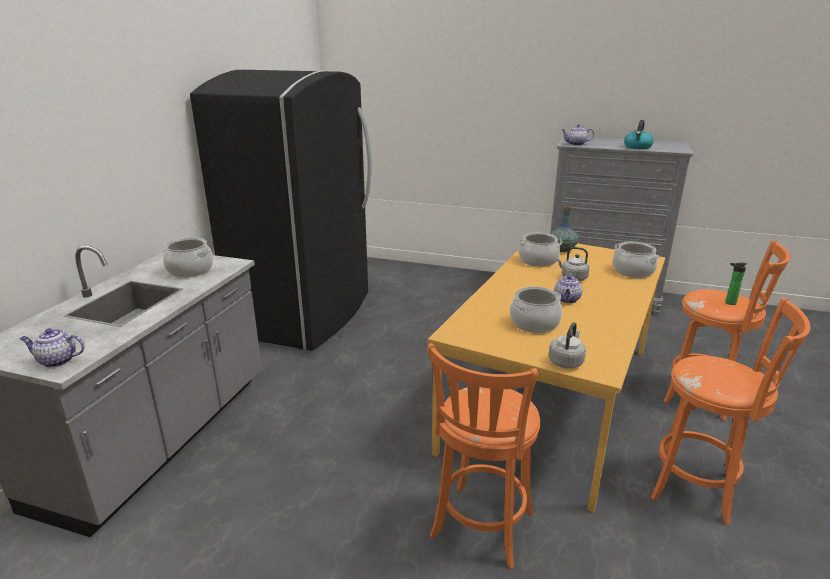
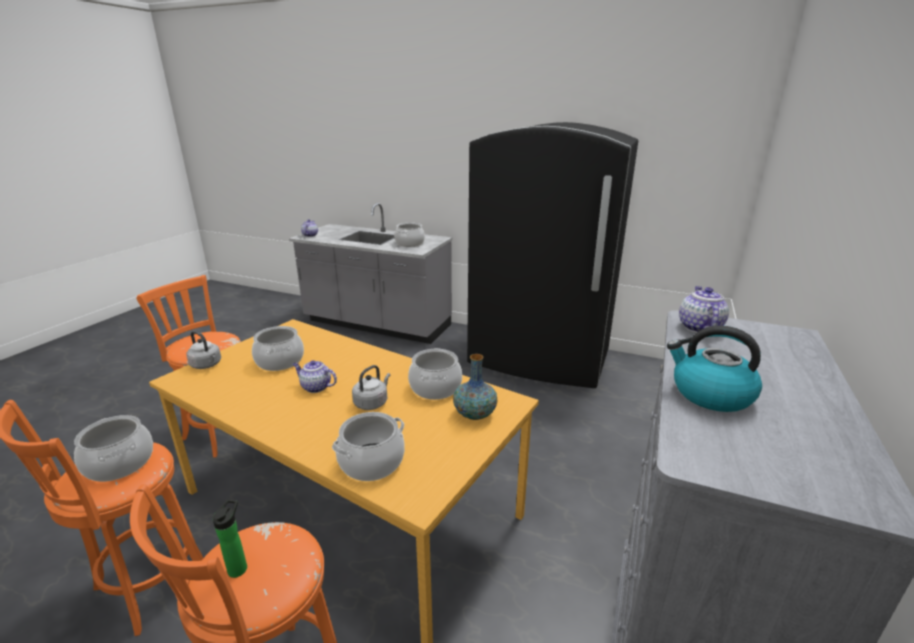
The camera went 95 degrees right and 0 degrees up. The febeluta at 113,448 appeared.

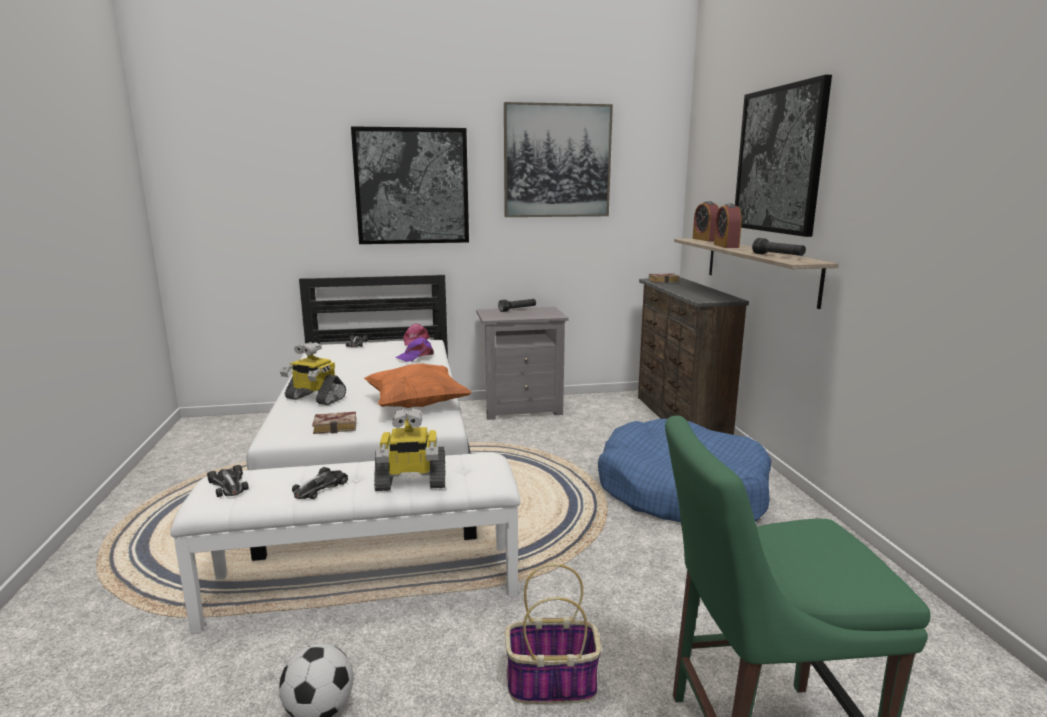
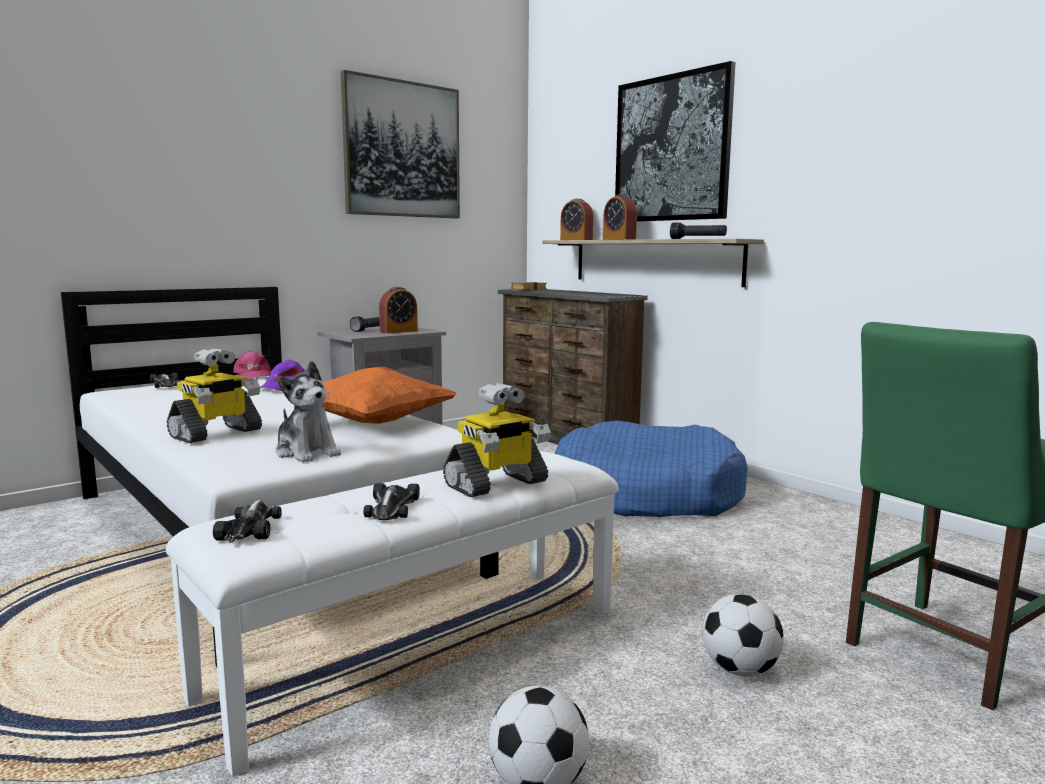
The camera went 30 degrees left and 5 degrees down. The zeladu at 410,185 disappeared. The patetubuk at 398,310 appeared. The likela at 334,423 was replaced by the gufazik at 308,412. The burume at 553,634 was replaced by the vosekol at 743,635. The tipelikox at 228,481 turned 120 degrees counterclockwise. The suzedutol at 313,373 turned 45 degrees counterclockwise.

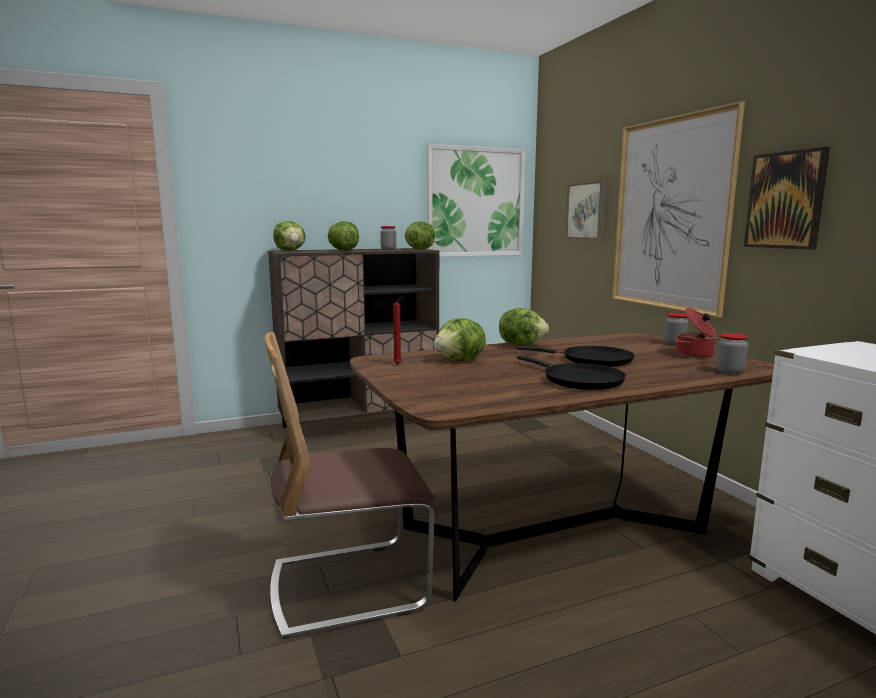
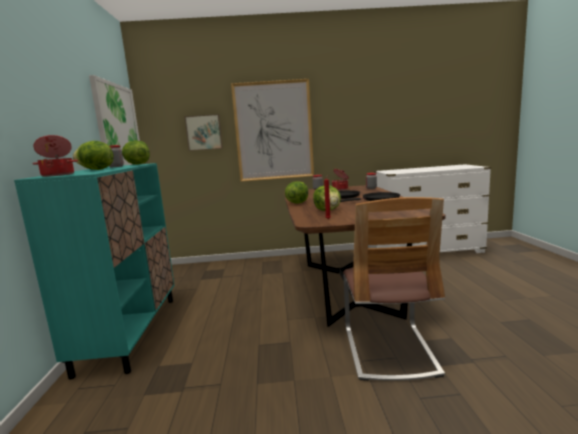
The camera went 70 degrees left and 0 degrees up. The zeladu at 787,198 disappeared. The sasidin at 289,236 was replaced by the febeluta at 55,156. The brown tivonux at 353,338 became the turquoise tivonux at 94,271.

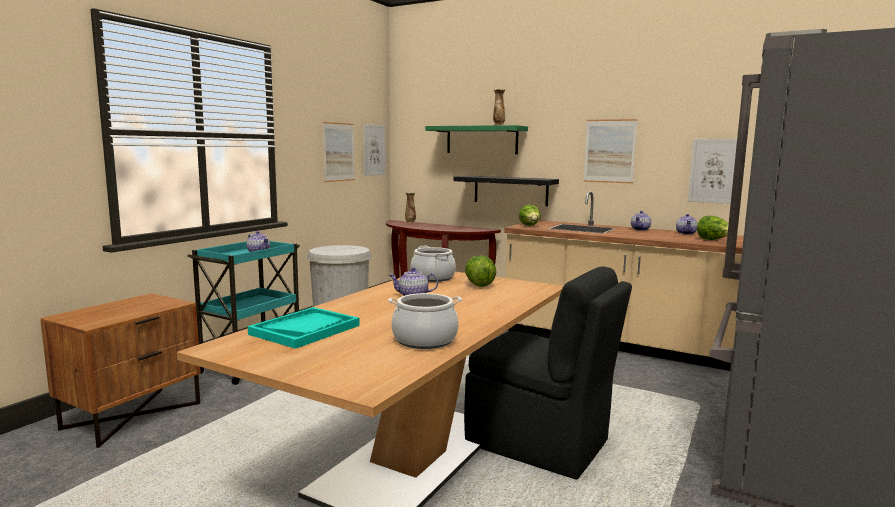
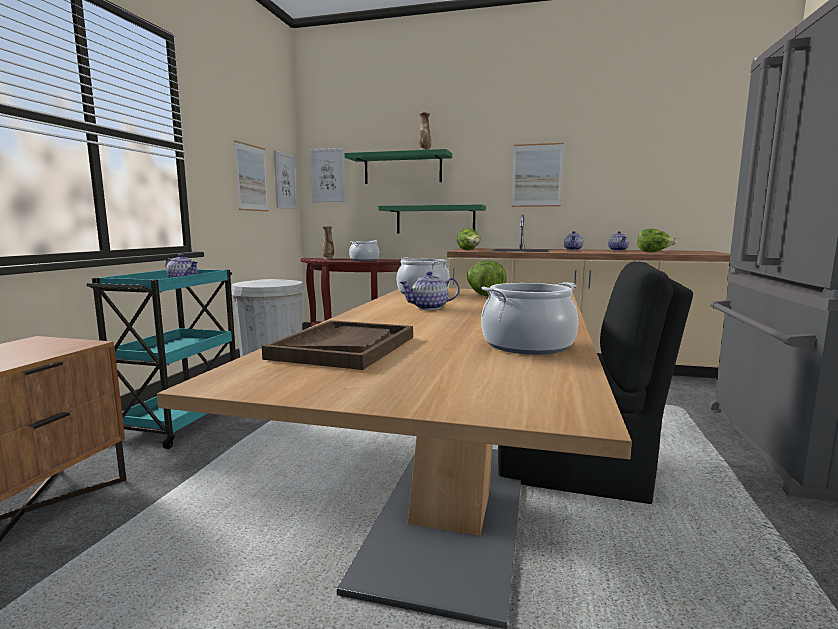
The camera went 15 degrees left and 0 degrees up. The febeluta at 364,250 appeared. The zeladu moved from 712,171 to 327,175. The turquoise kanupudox at 303,328 became the brown kanupudox at 337,345. The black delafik at 506,191 became the green delafik at 432,219.

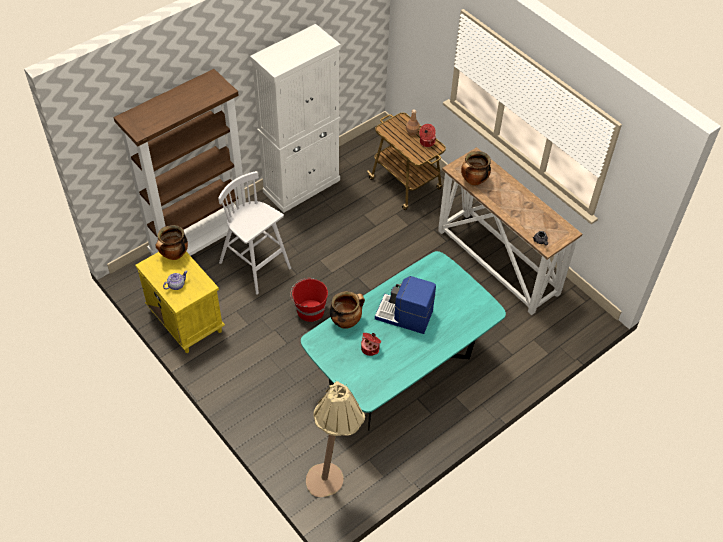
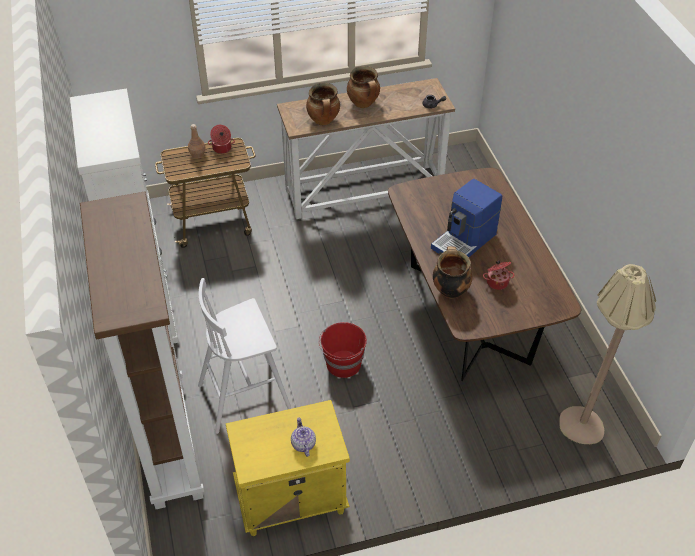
The camera went 65 degrees left and 5 degrees down. The febeluta moved from 172,242 to 363,87. The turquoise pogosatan at 403,341 became the brown pogosatan at 484,274.

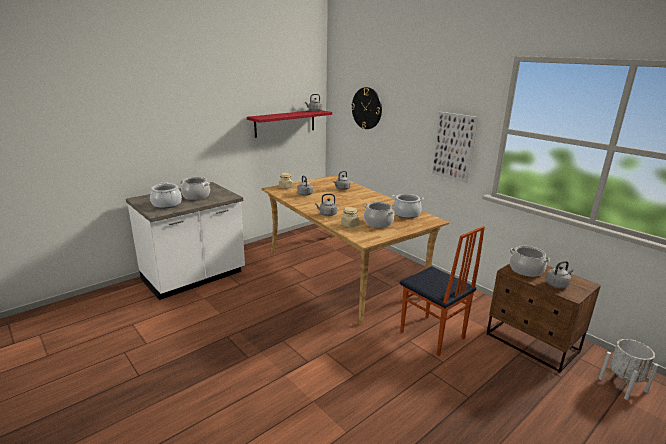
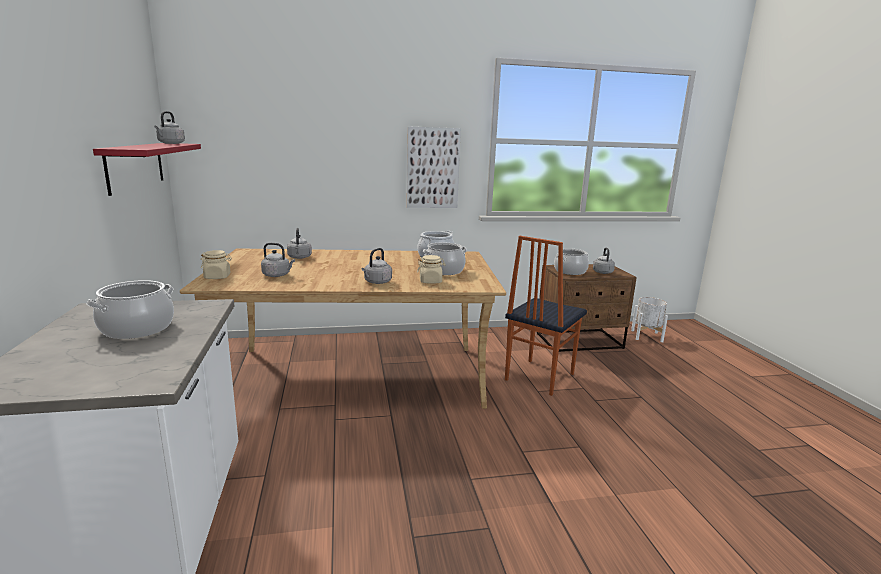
The camera went 60 degrees left and 5 degrees down. The febeluta at 166,195 disappeared. The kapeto at 366,108 disappeared. The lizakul at 442,291 turned 135 degrees clockwise.

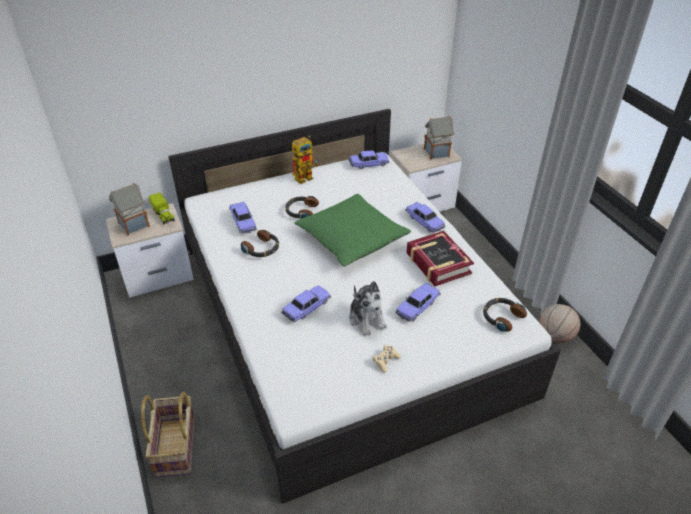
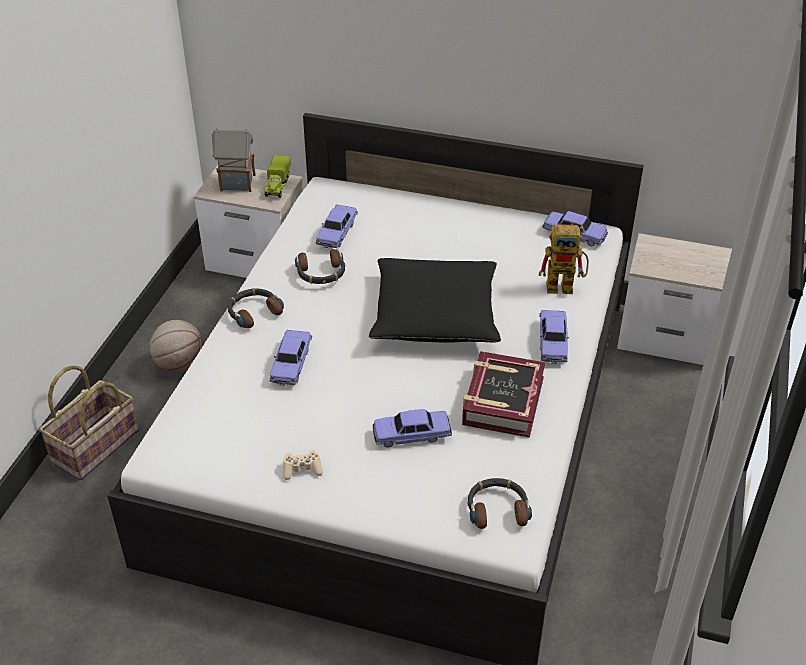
The camera went 40 degrees right and 0 degrees up. The gufazik at 368,308 disappeared. The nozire at 439,137 disappeared. The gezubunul moved from 302,207 to 256,308. The suzedutol moved from 305,160 to 564,259. The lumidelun moved from 559,323 to 177,346. The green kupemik at 352,230 became the black kupemik at 435,300. The tipelikox at 306,304 turned 105 degrees clockwise.

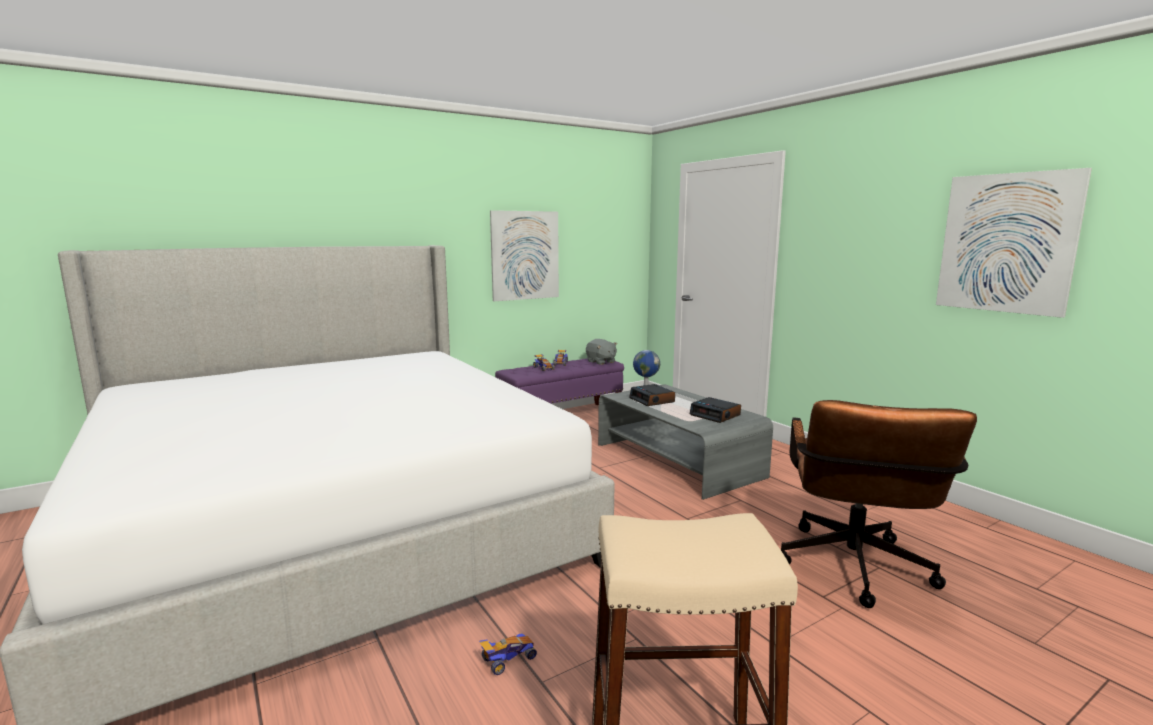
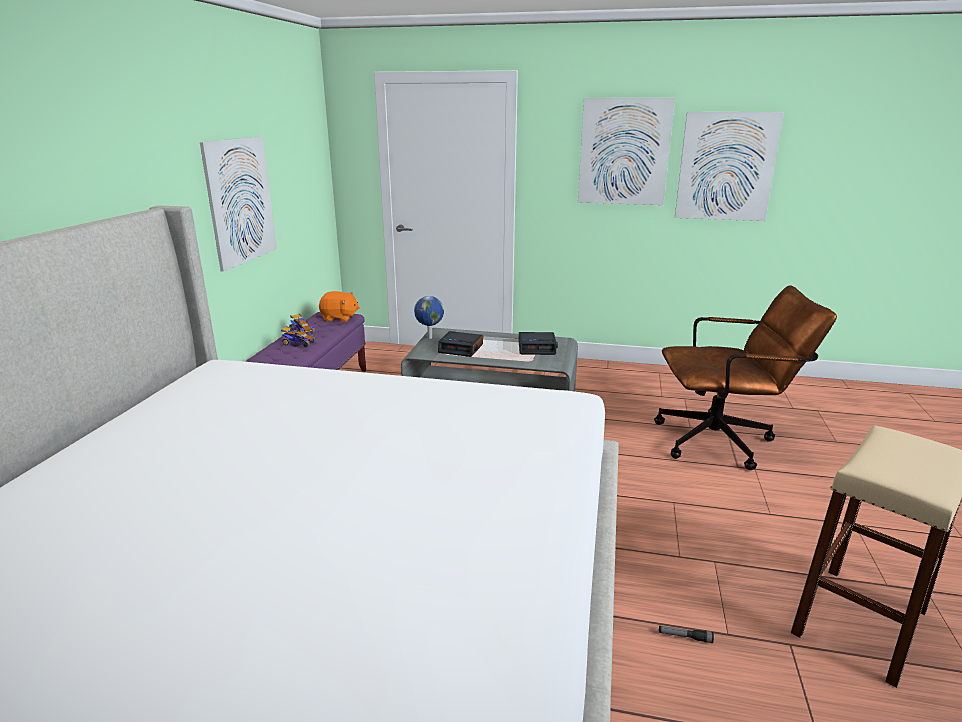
The camera went 45 degrees left and 10 degrees up. The zeladu at 626,151 appeared. The tipelikox at 508,654 was replaced by the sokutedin at 686,634. The grey gufazik at 601,352 became the orange gufazik at 339,306. The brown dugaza at 879,504 turned 60 degrees counterclockwise.

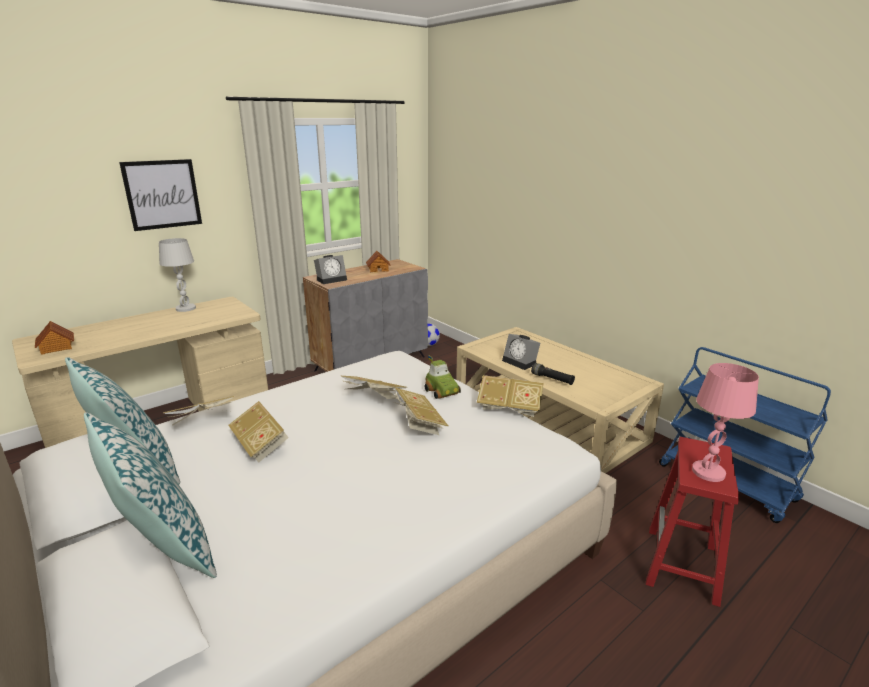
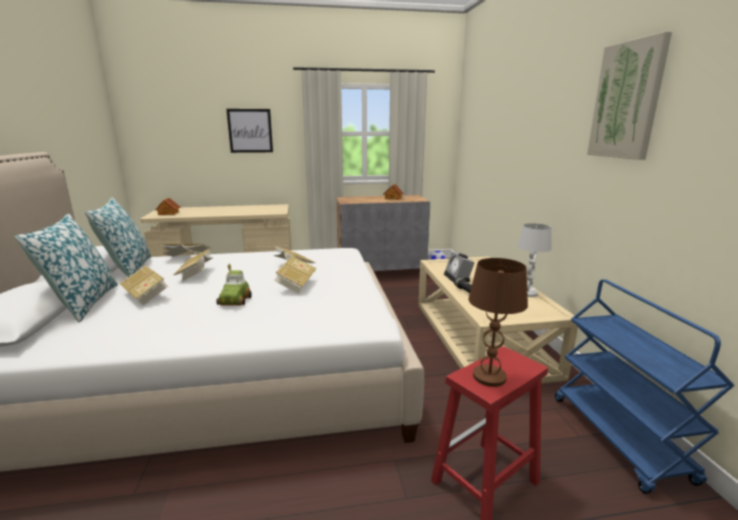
The camera went 30 degrees right and 5 degrees down. The patetubuk at 330,269 disappeared. The zeladu at 629,95 appeared. The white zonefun moved from 177,275 to 534,260. The tipelikox moved from 442,377 to 234,285. The likela moved from 510,396 to 144,285. The pink zonefun at 725,422 became the brown zonefun at 498,322.

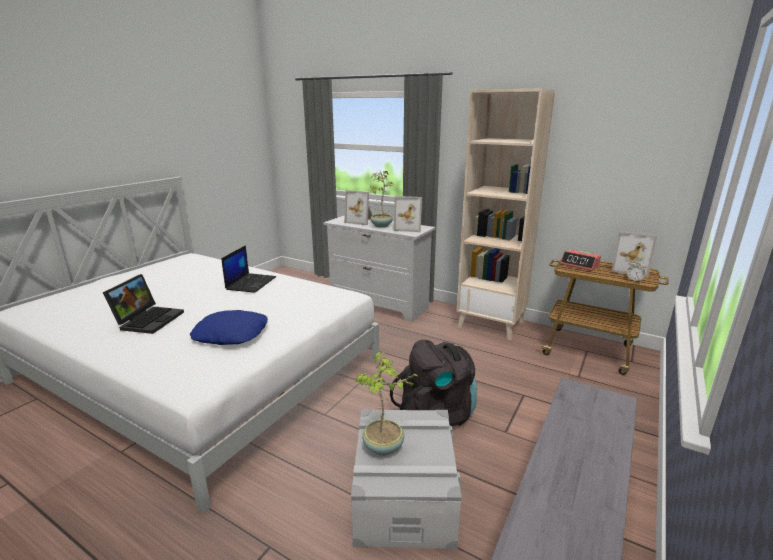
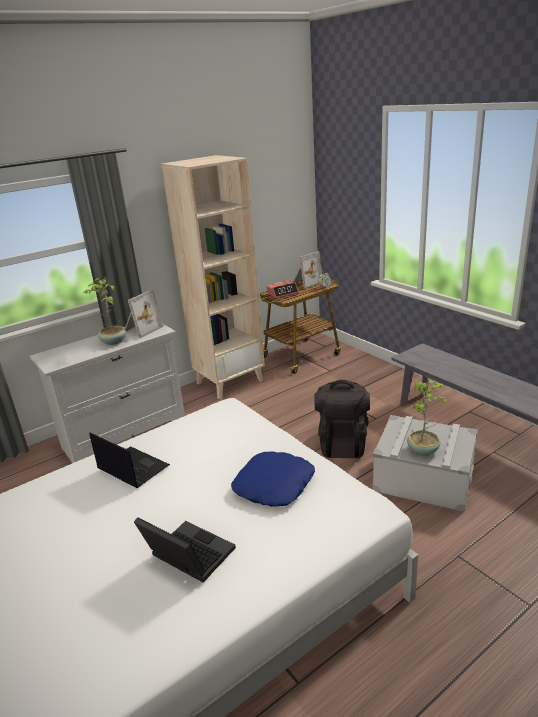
The camera went 65 degrees left and 5 degrees up. The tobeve at 358,207 disappeared.

